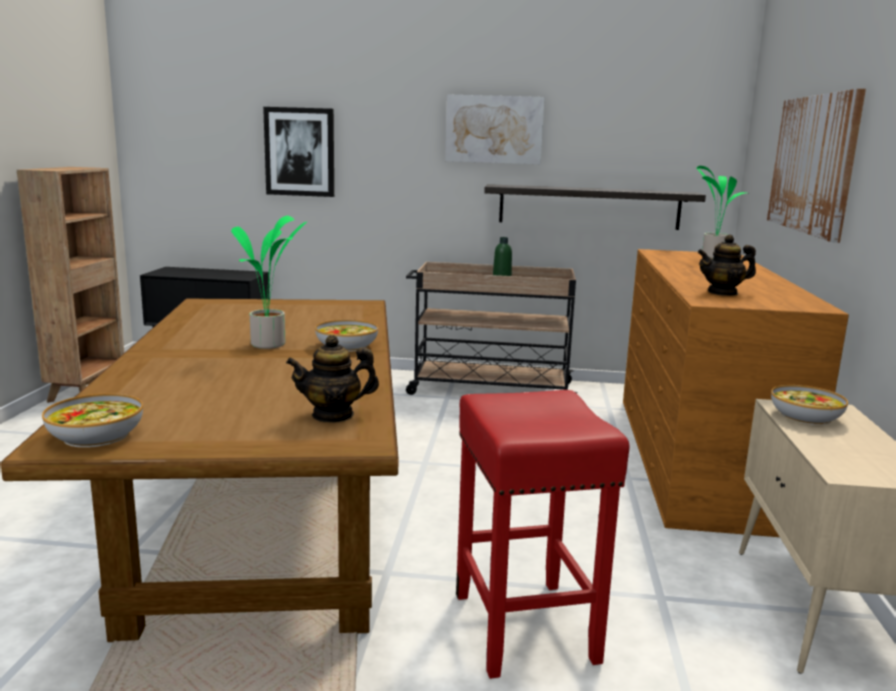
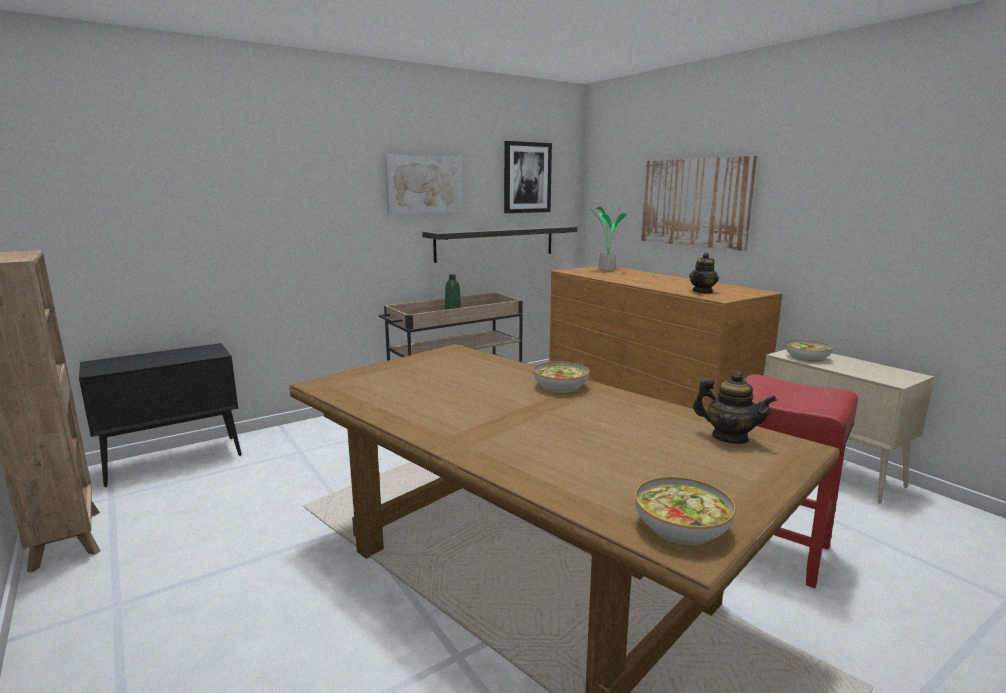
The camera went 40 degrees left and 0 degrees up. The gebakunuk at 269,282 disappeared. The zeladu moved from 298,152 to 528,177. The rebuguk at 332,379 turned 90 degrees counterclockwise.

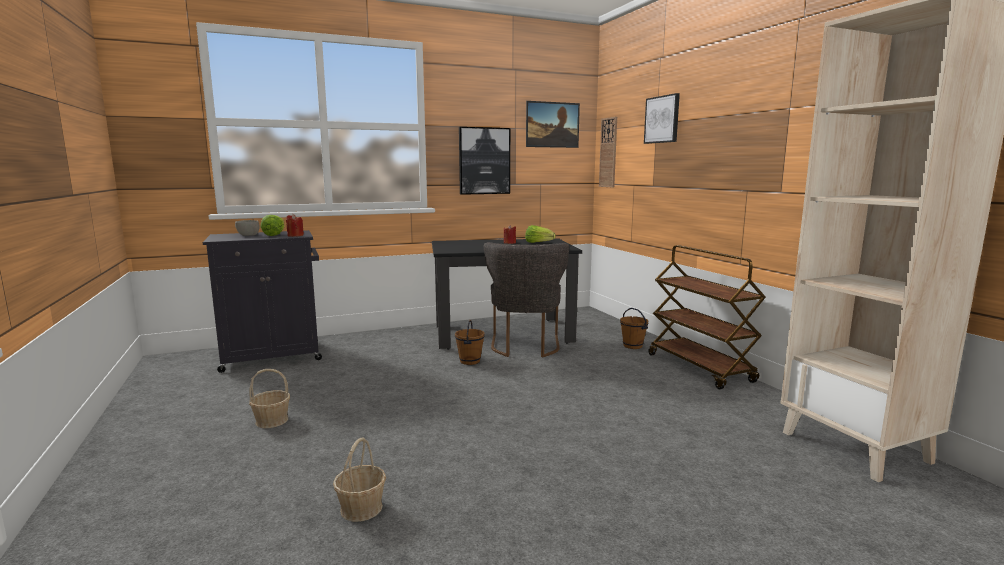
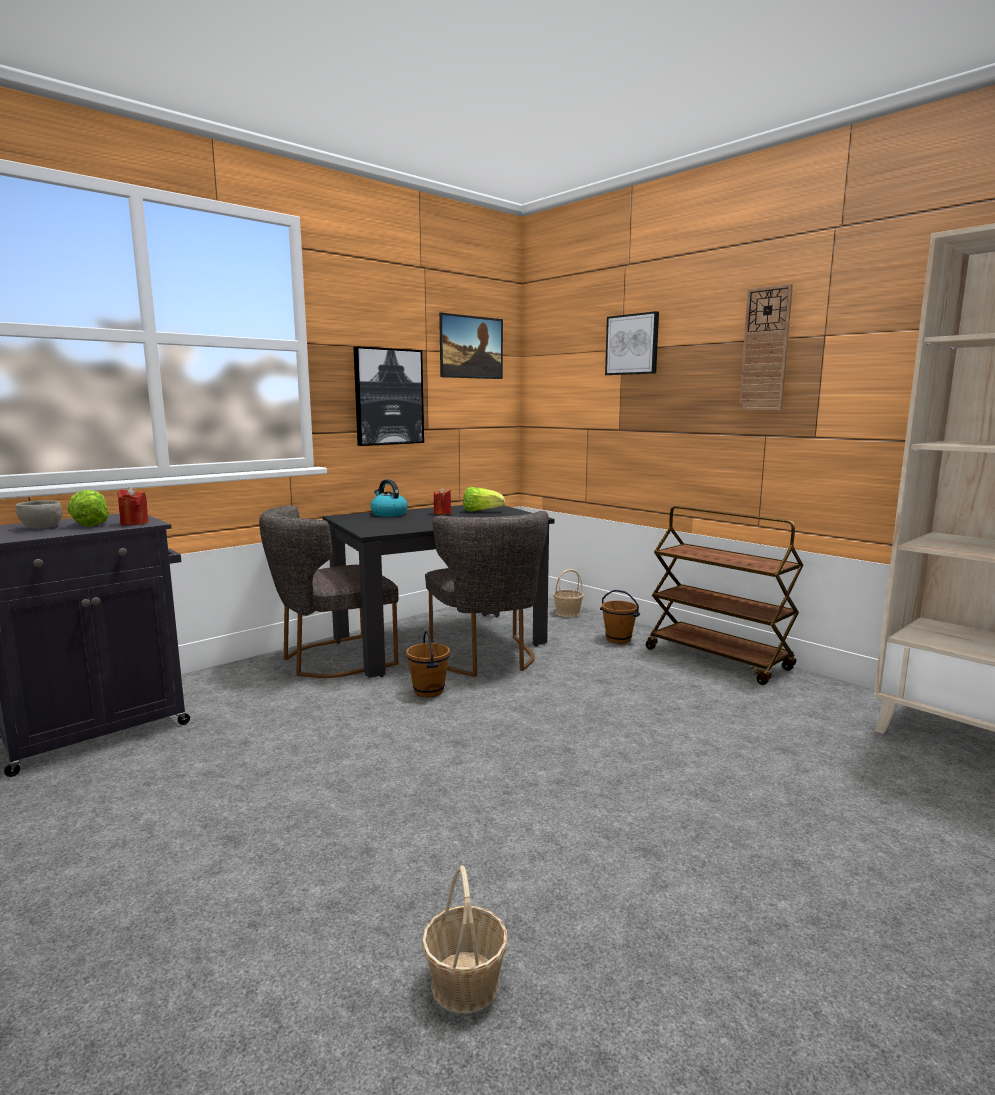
The camera went 20 degrees left and 0 degrees up. The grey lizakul at 329,591 appeared. The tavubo at 389,498 appeared. The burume moved from 269,398 to 568,593. The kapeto moved from 608,152 to 766,347.

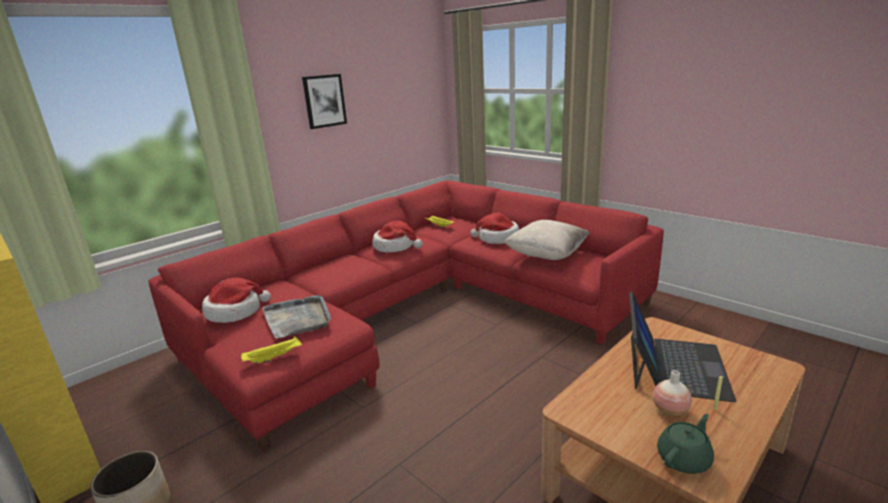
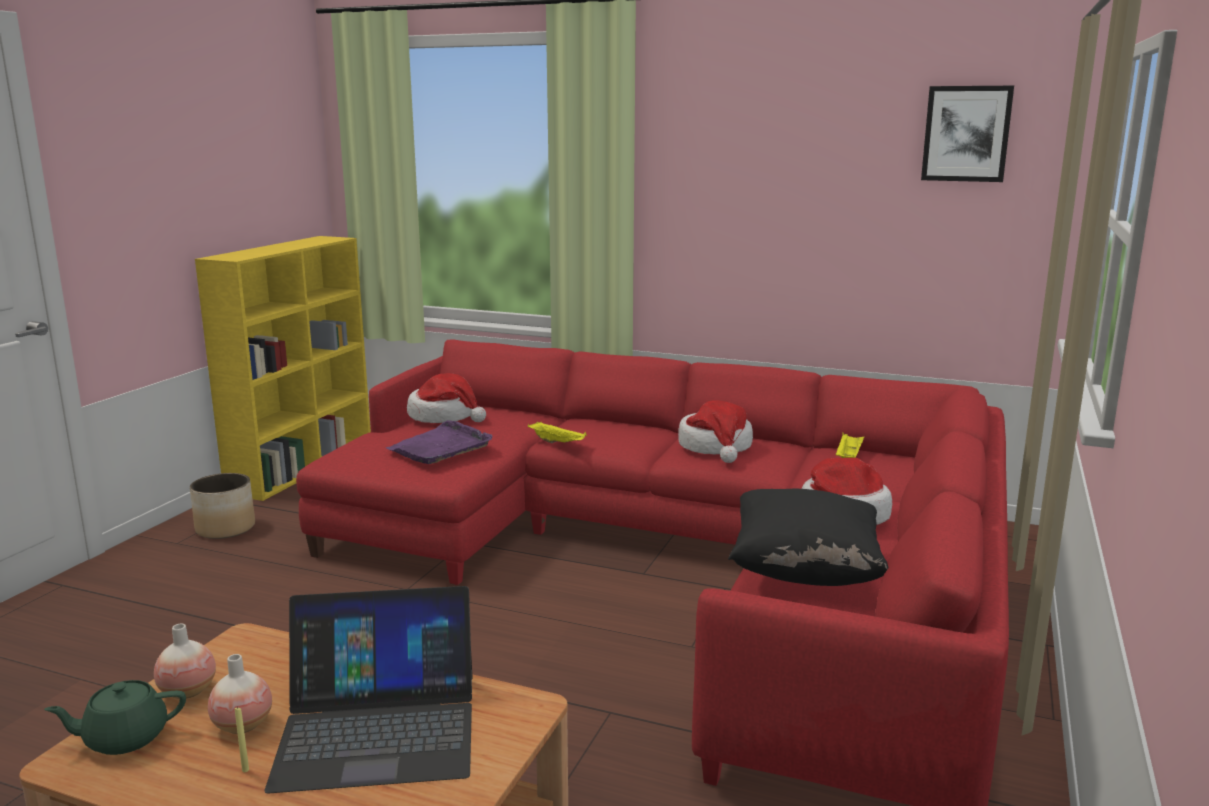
The camera went 65 degrees right and 5 degrees down. The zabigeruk at 185,661 appeared. The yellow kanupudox moved from 271,349 to 557,432. The zeladu moved from 324,101 to 967,134. The grey kanupudox at 296,316 became the purple kanupudox at 439,442. The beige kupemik at 546,240 became the black kupemik at 808,537. The green rebuguk at 685,444 turned 135 degrees clockwise.

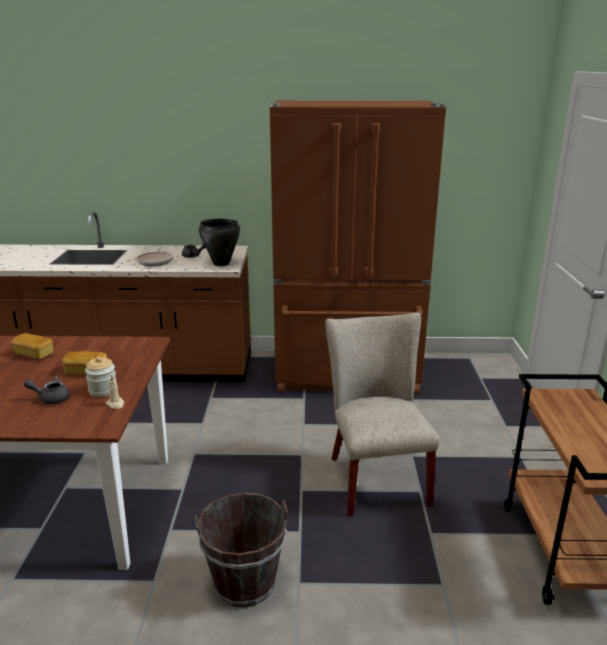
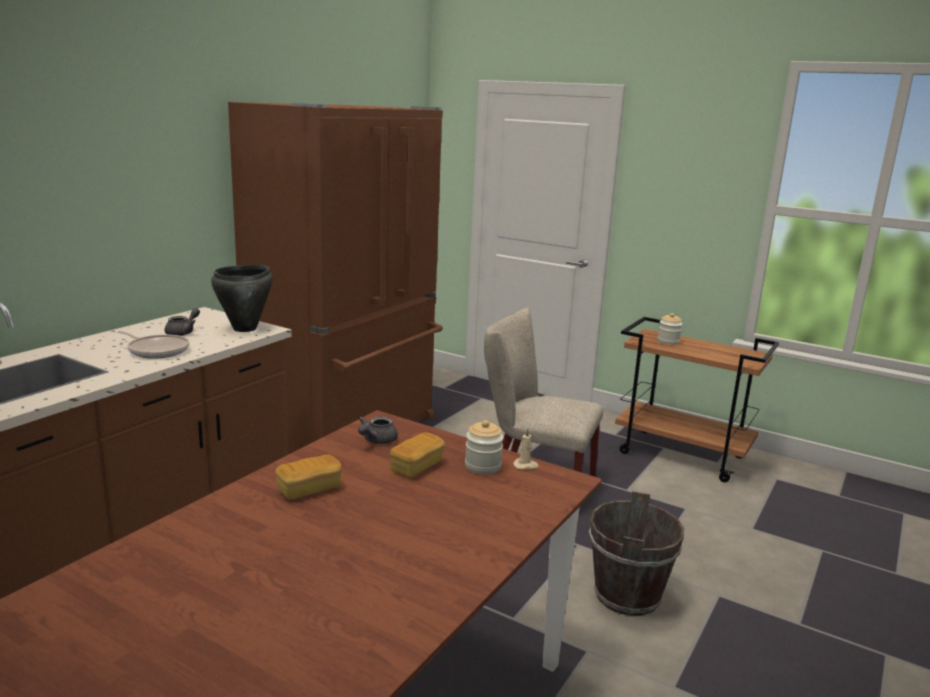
The camera went 60 degrees left and 5 degrees down. The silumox at 670,329 appeared. The grey rebuguk moved from 47,389 to 378,430.

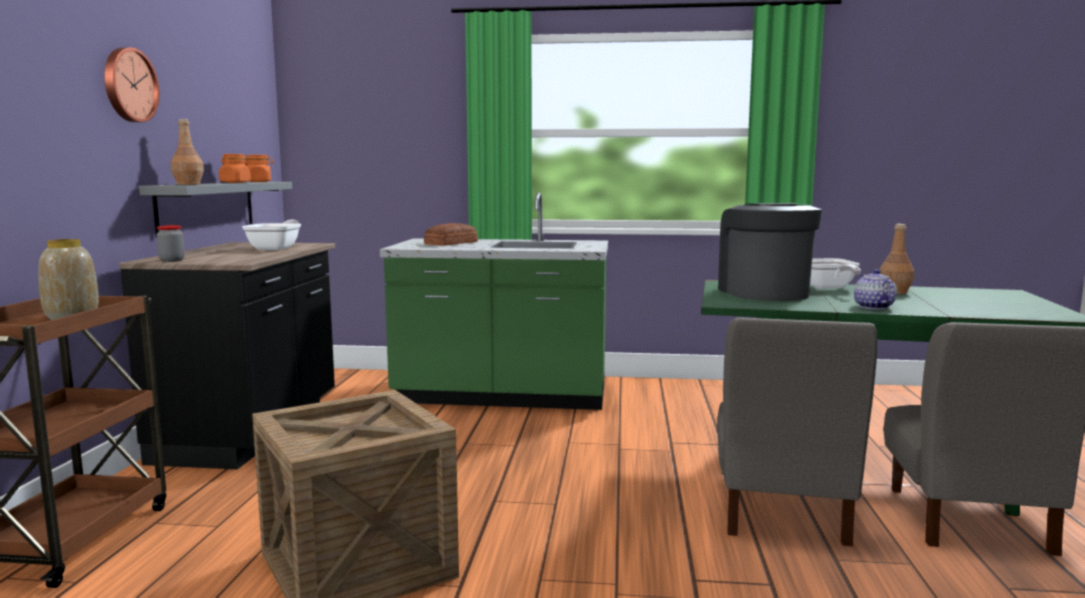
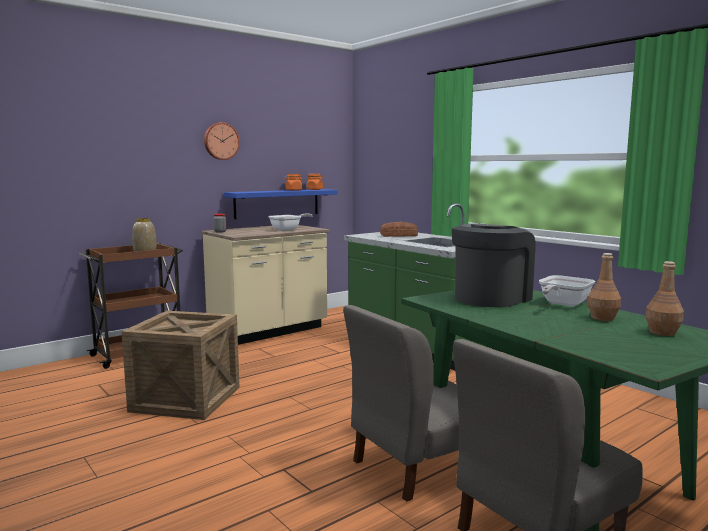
The camera went 45 degrees right and 0 degrees up. The rebuguk at 875,289 disappeared. The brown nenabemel moved from 187,152 to 664,298. The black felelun at 227,355 became the beige felelun at 266,285. The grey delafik at 215,210 became the blue delafik at 281,204.

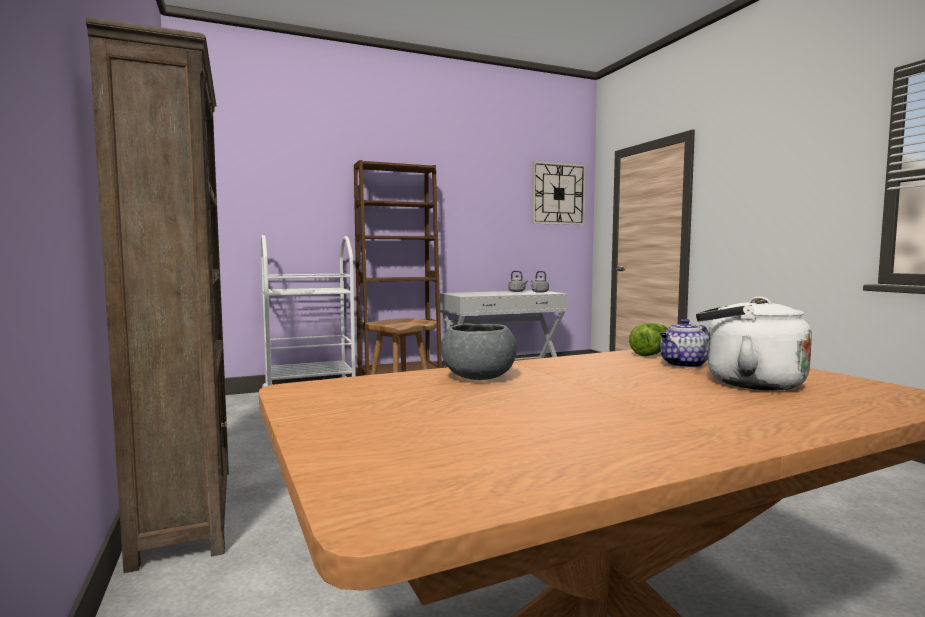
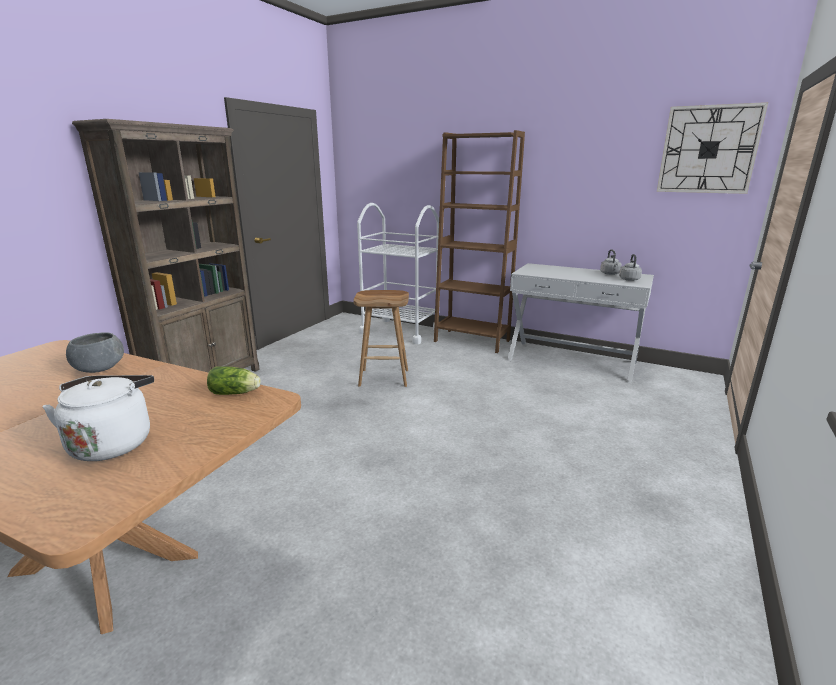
The camera went 50 degrees right and 15 degrees up. The rebuguk at 684,343 disappeared.

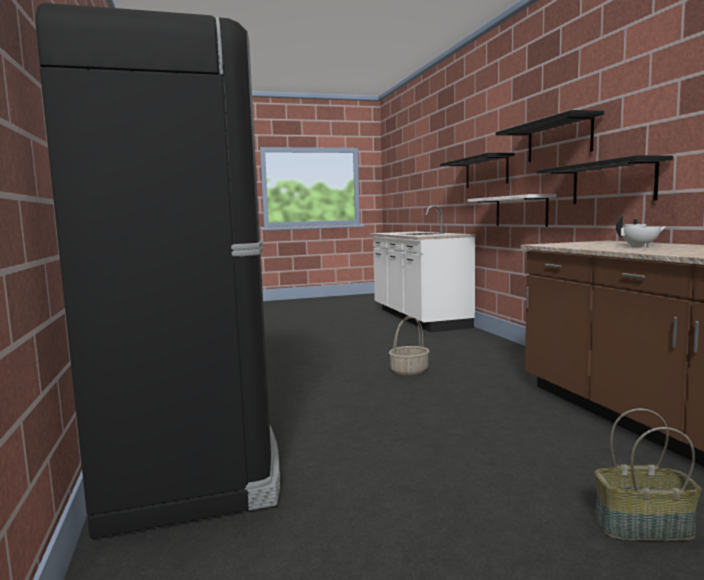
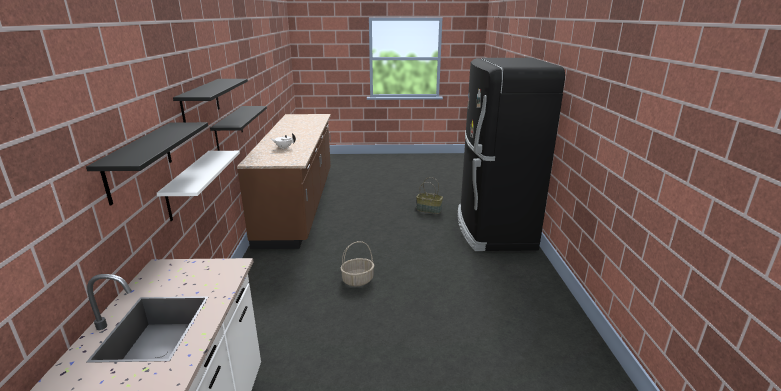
The camera went 165 degrees left and 15 degrees up. The burume moved from 647,474 to 429,195.

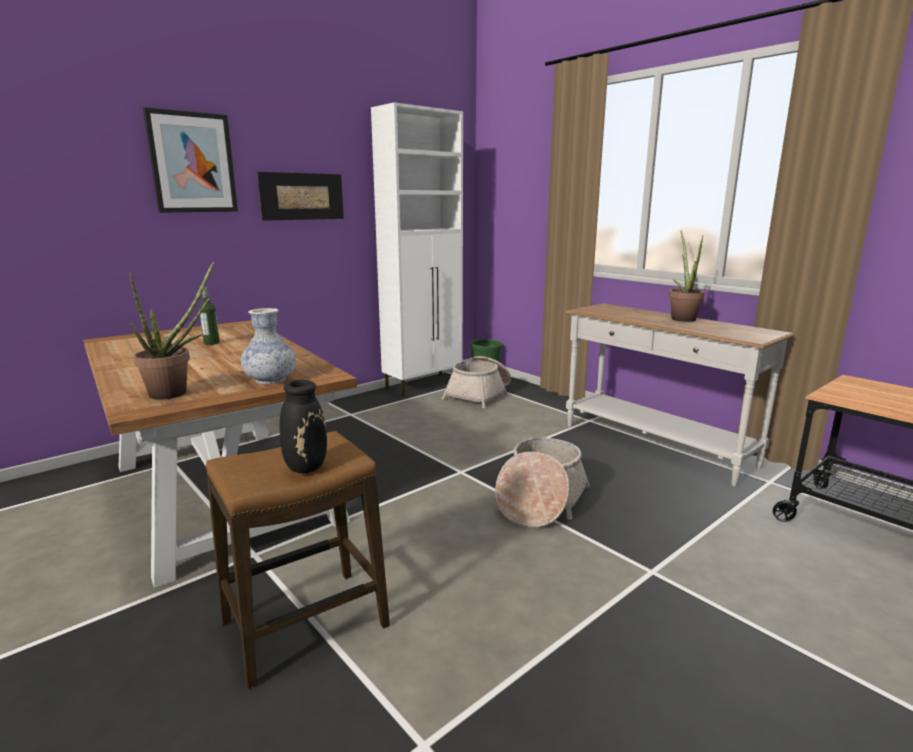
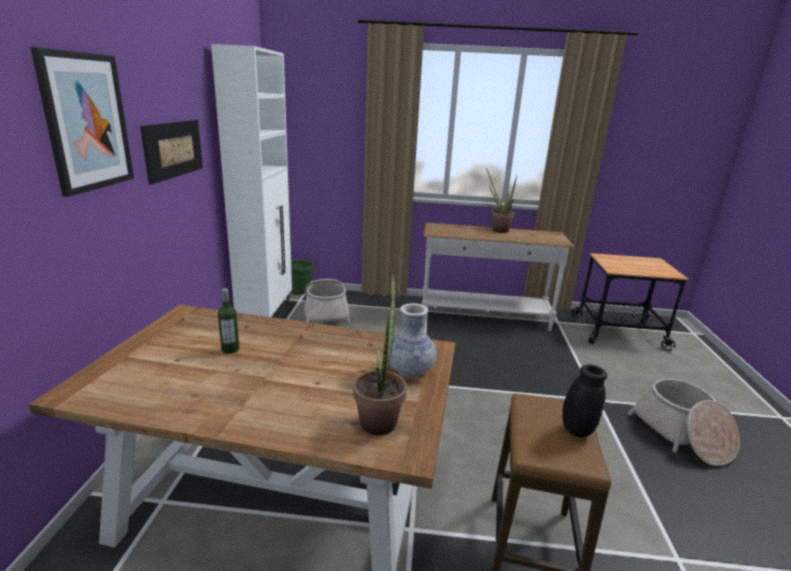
The camera went 45 degrees left and 5 degrees up. The burume moved from 542,482 to 683,422.

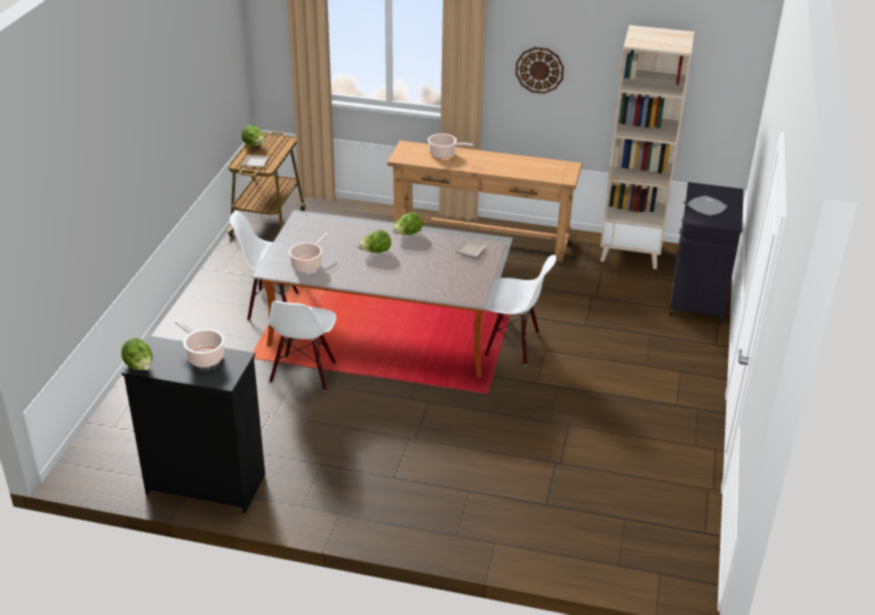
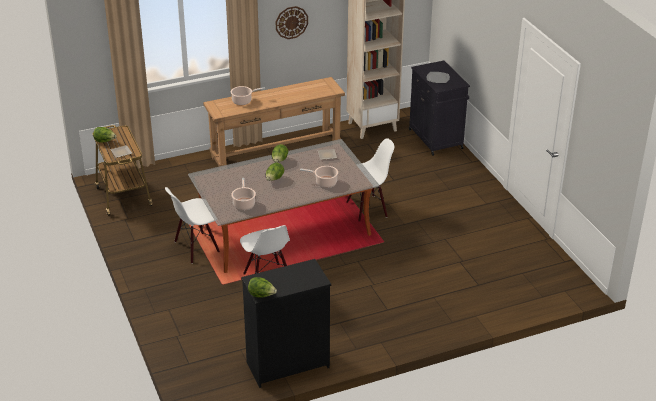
The camera went 35 degrees left and 0 degrees up. The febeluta moved from 199,343 to 319,176.

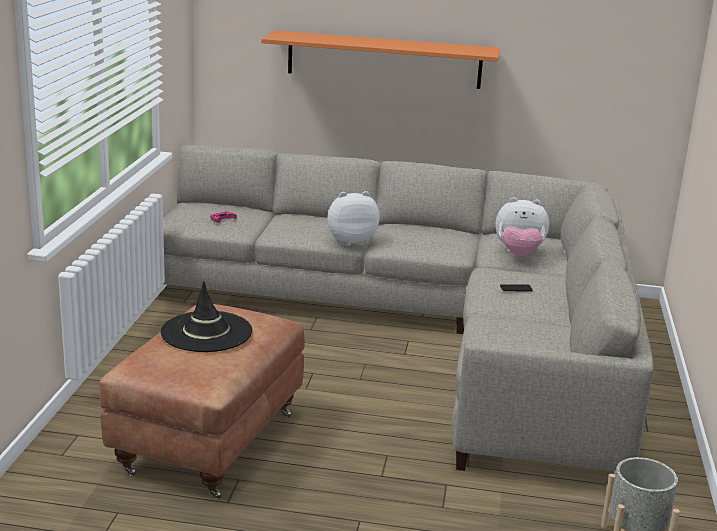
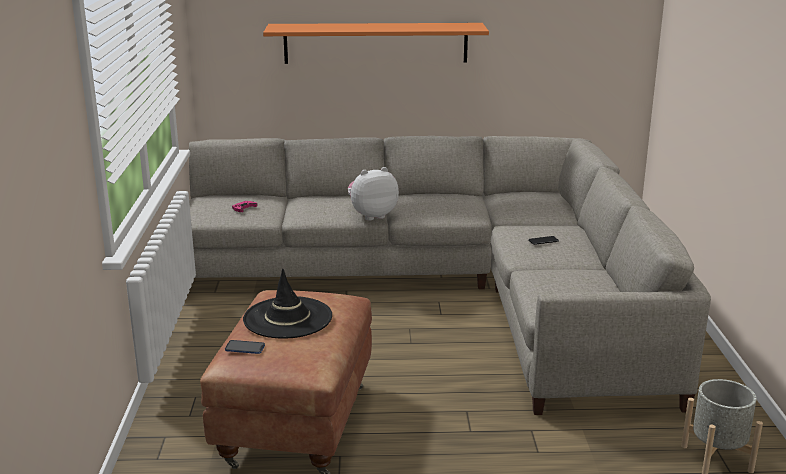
The camera went 10 degrees left and 0 degrees up. The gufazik at 522,226 disappeared. The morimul at 245,347 appeared.

